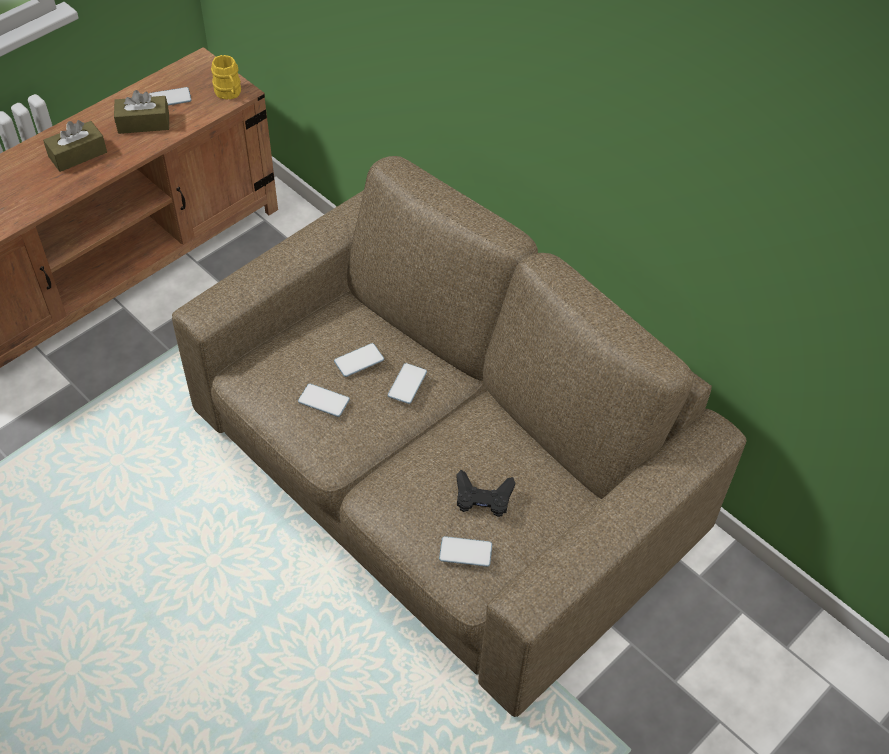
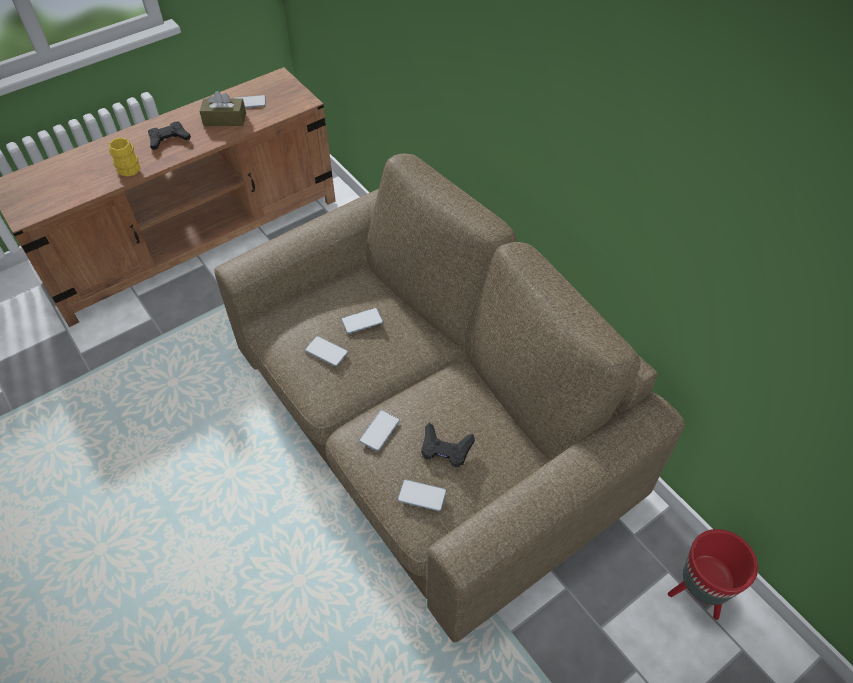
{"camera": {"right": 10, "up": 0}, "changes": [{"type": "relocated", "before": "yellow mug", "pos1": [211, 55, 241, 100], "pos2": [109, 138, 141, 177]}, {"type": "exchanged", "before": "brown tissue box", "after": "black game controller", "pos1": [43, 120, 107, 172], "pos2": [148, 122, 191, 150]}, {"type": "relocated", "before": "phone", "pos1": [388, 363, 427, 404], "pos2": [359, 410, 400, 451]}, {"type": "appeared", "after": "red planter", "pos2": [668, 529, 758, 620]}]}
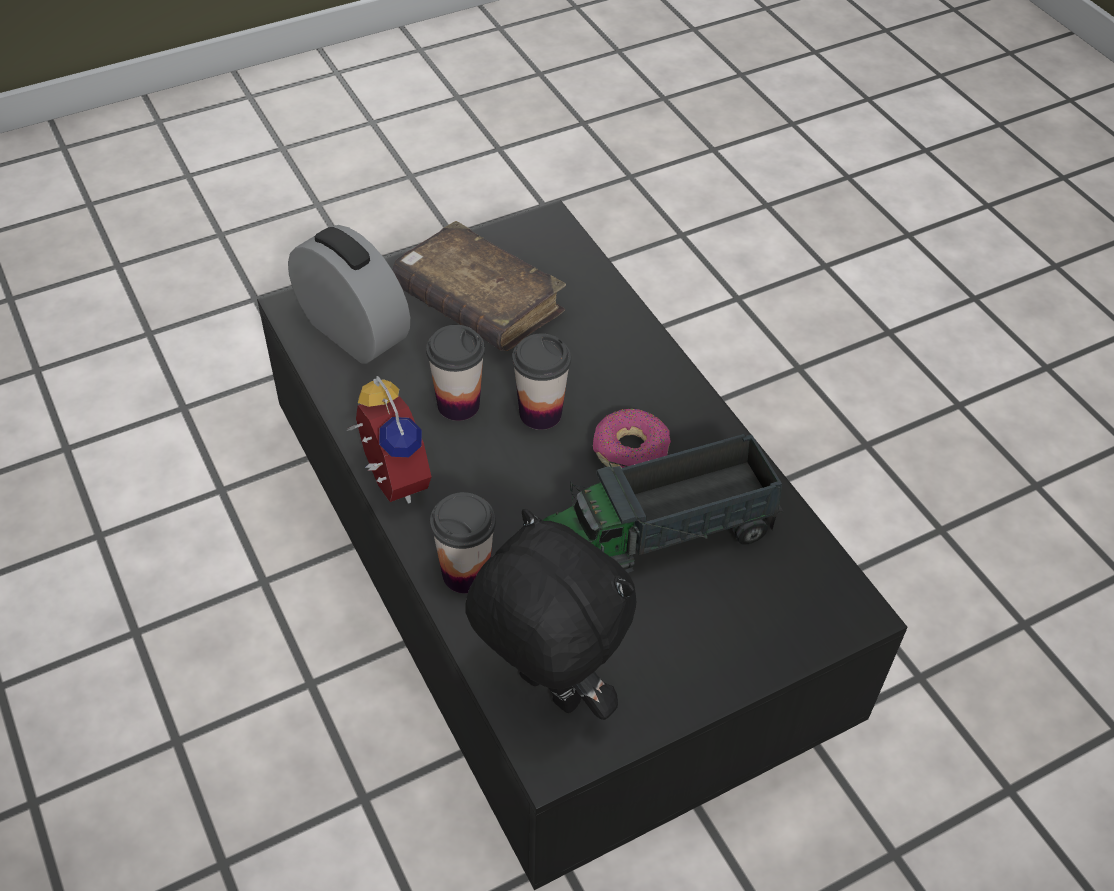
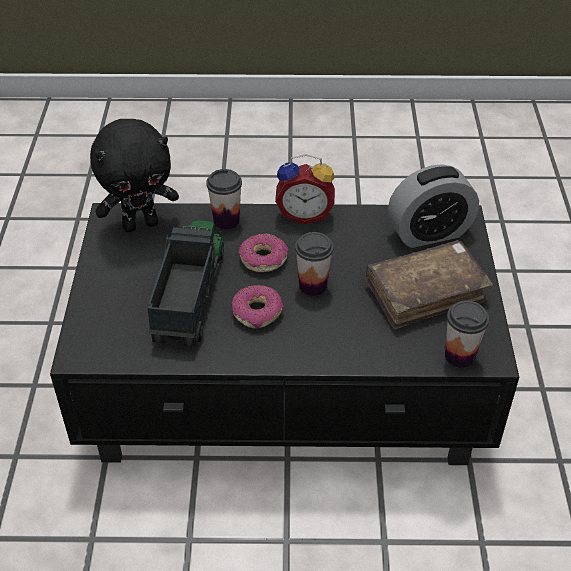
{"camera": {"right": 120, "up": -5}, "changes": [{"type": "appeared", "after": "donut", "pos2": [238, 233, 288, 272]}, {"type": "relocated", "before": "cup", "pos1": [426, 325, 485, 421], "pos2": [445, 301, 489, 368]}]}
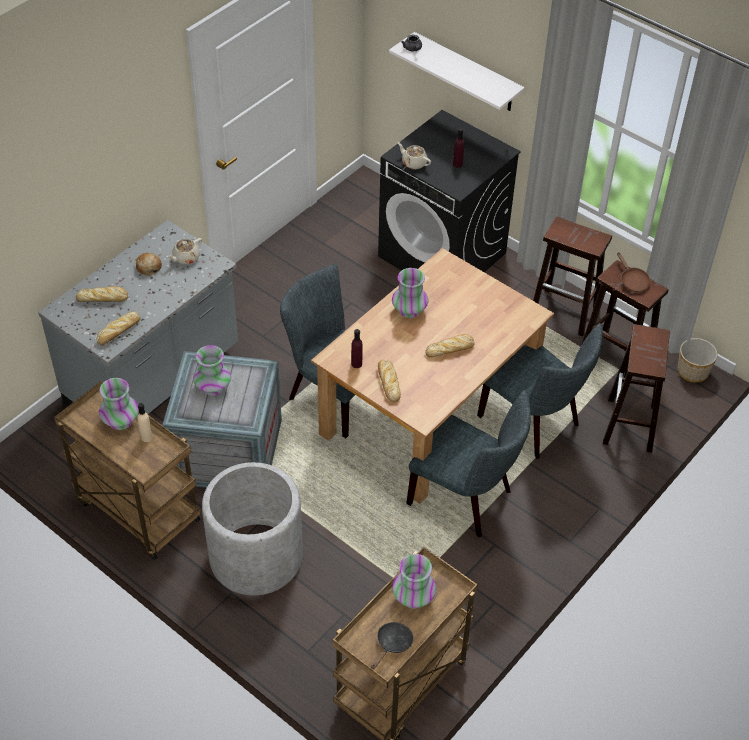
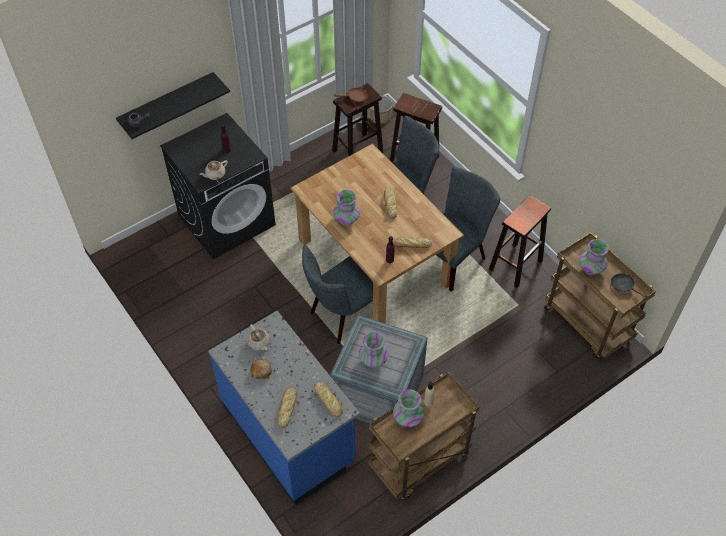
{"camera": {"right": -75, "up": 5}, "changes": [{"type": "colour", "before": "white shelf", "after": "black shelf", "pos1": [389, 32, 525, 111], "pos2": [116, 72, 230, 139]}, {"type": "colour", "before": "grey counter", "after": "blue counter", "pos1": [38, 220, 238, 414], "pos2": [208, 311, 360, 505]}, {"type": "relocated", "before": "brown stool", "pos1": [533, 217, 612, 337], "pos2": [489, 195, 551, 288]}, {"type": "missing", "before": "grey planter", "pos1": [202, 462, 303, 596]}]}
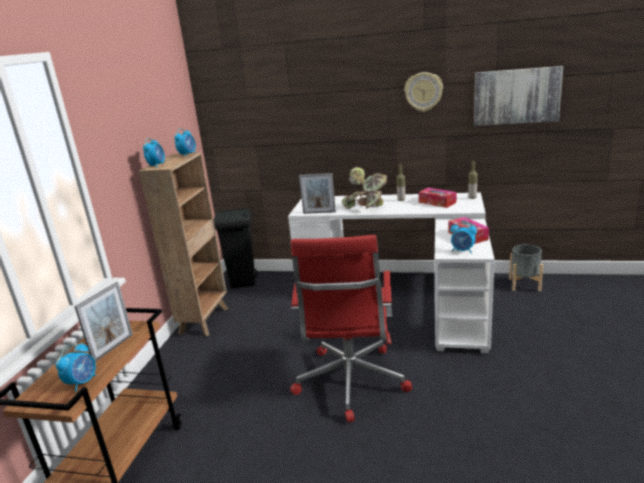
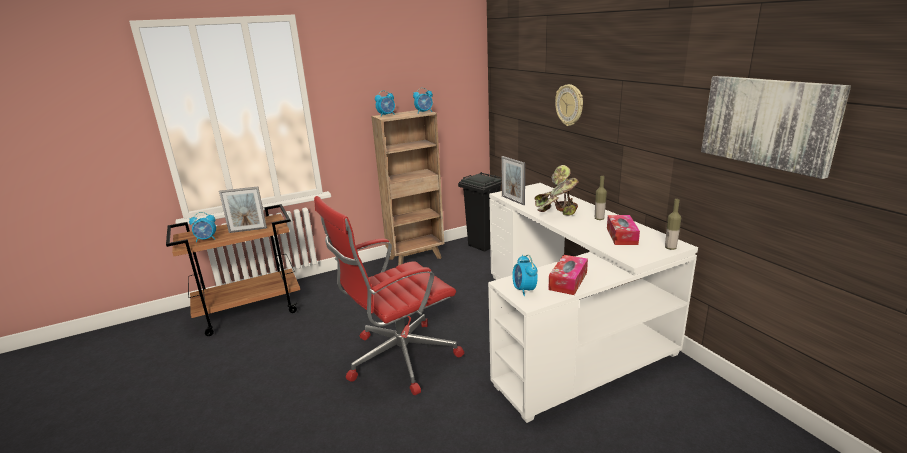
{"camera": {"right": 50, "up": 0}, "changes": [{"type": "relocated", "before": "wall clock", "pos1": [404, 72, 443, 112], "pos2": [555, 84, 583, 126]}, {"type": "missing", "before": "grey planter", "pos1": [509, 244, 543, 291]}]}
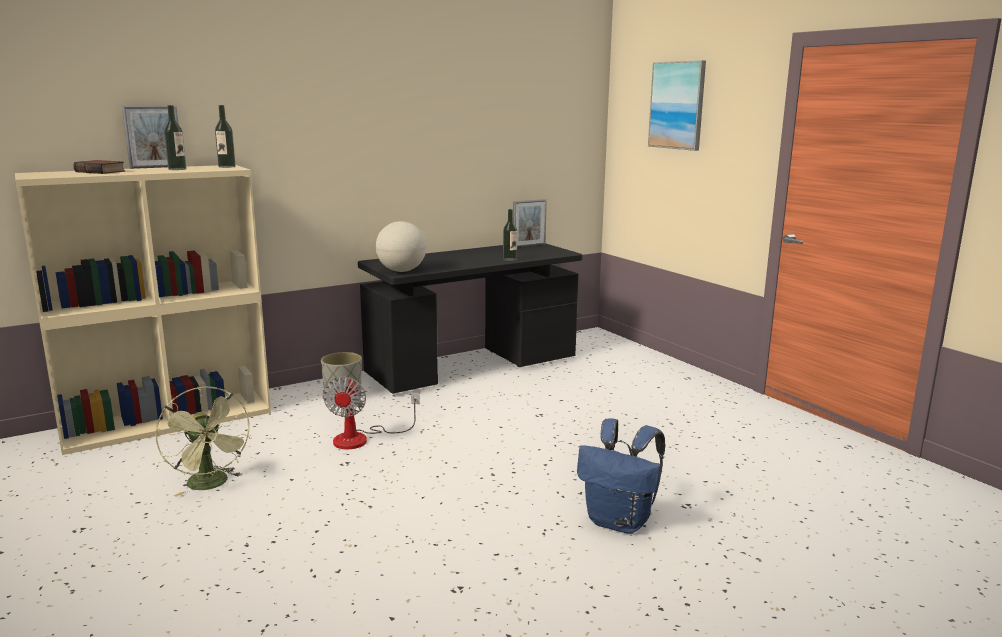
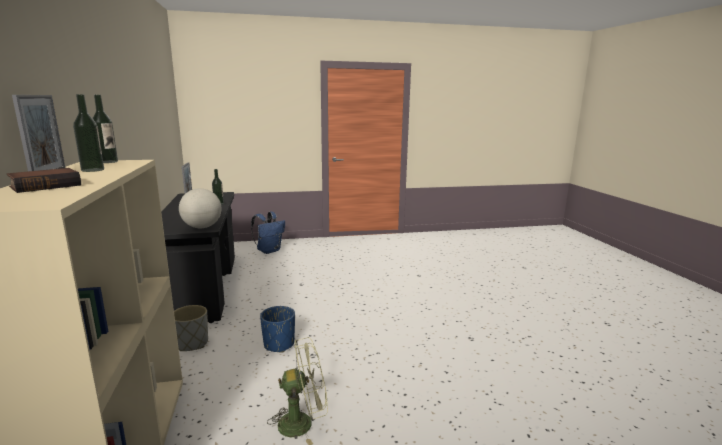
{"camera": {"right": -70, "up": 0}, "changes": [{"type": "relocated", "before": "blue backpack", "pos1": [577, 418, 665, 534], "pos2": [251, 211, 285, 254]}, {"type": "exchanged", "before": "fan", "after": "blue planter", "pos1": [323, 376, 420, 450], "pos2": [260, 306, 295, 353]}, {"type": "missing", "before": "picture", "pos1": [648, 60, 706, 151]}]}
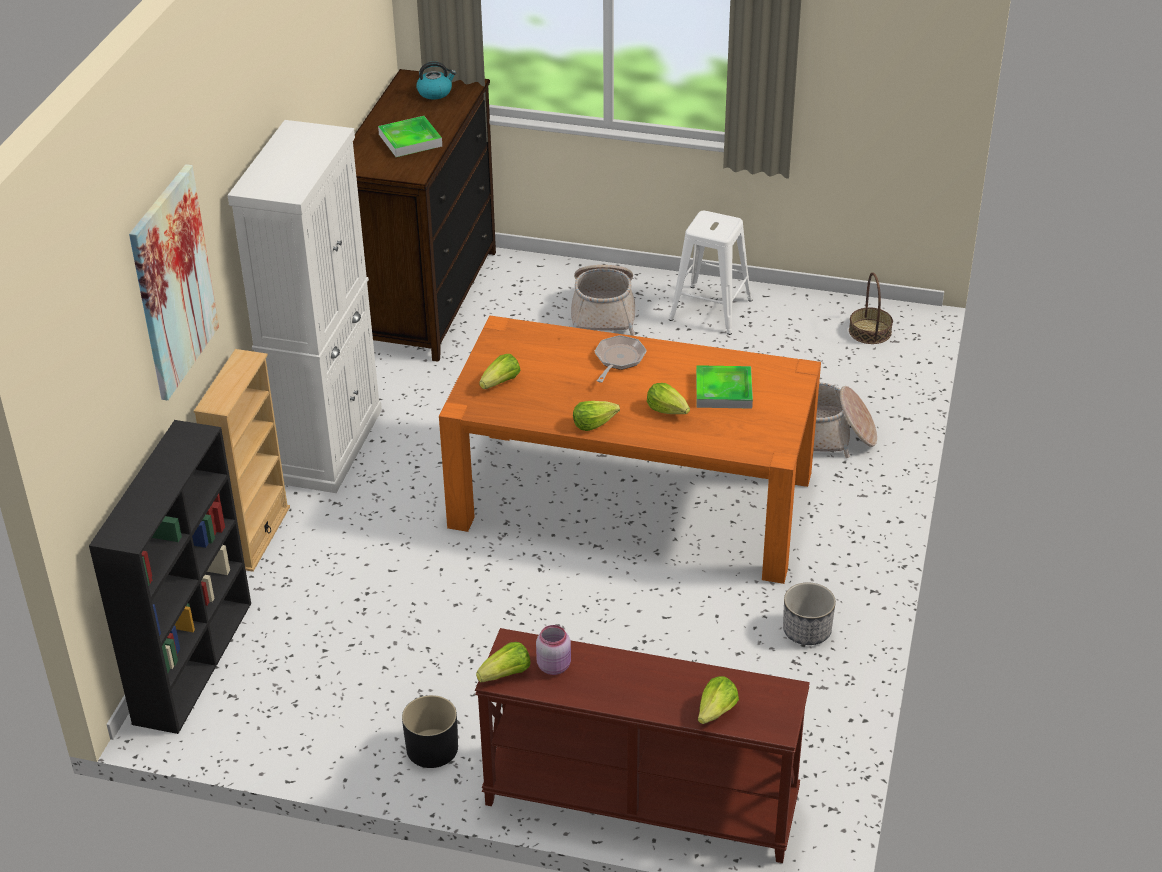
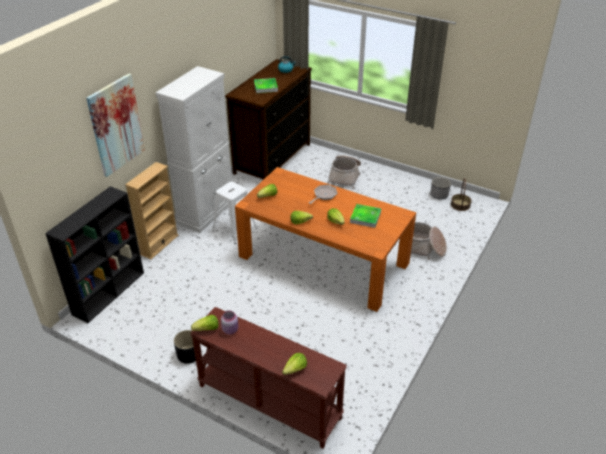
{"camera": {"right": 15, "up": 0}, "changes": [{"type": "relocated", "before": "white stool", "pos1": [669, 211, 753, 335], "pos2": [212, 182, 257, 244]}, {"type": "relocated", "before": "planter", "pos1": [783, 583, 836, 645], "pos2": [431, 177, 451, 199]}]}
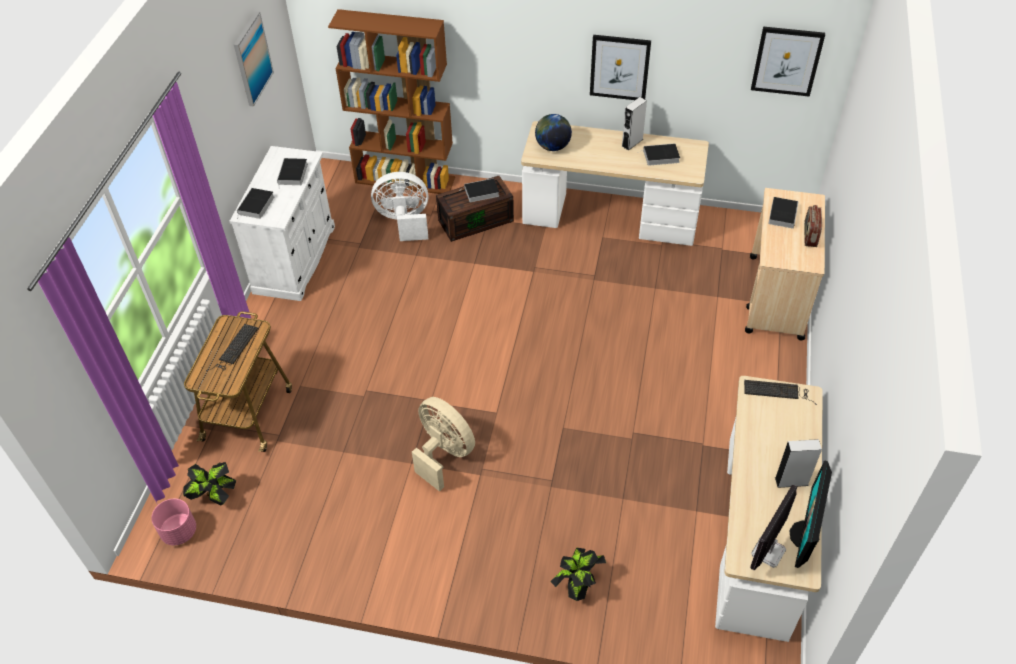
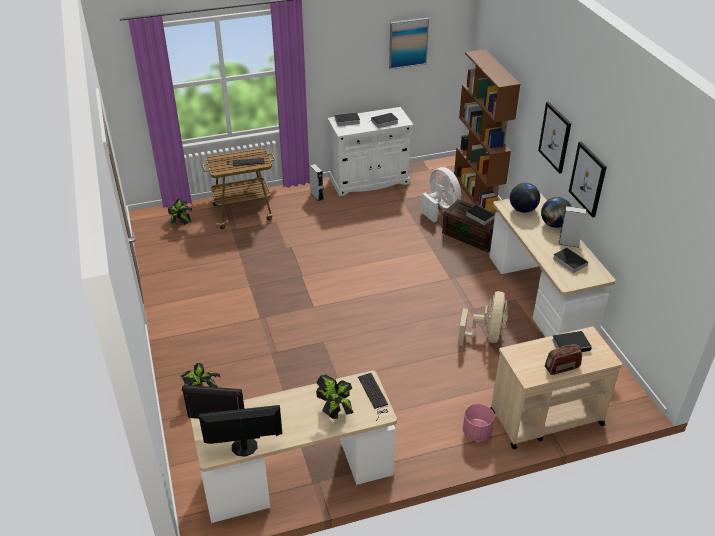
{"camera": {"right": 60, "up": -10}, "changes": [{"type": "relocated", "before": "grey speaker", "pos1": [775, 439, 822, 488], "pos2": [309, 164, 324, 201]}, {"type": "appeared", "after": "potted plant", "pos2": [316, 375, 354, 419]}, {"type": "relocated", "before": "beige fan", "pos1": [412, 397, 475, 492], "pos2": [458, 291, 508, 346]}, {"type": "relocated", "before": "pink planter", "pos1": [151, 499, 196, 545], "pos2": [463, 404, 494, 442]}, {"type": "relocated", "before": "picture", "pos1": [751, 27, 825, 97], "pos2": [538, 102, 571, 174]}, {"type": "appeared", "after": "globe", "pos2": [541, 197, 572, 228]}]}
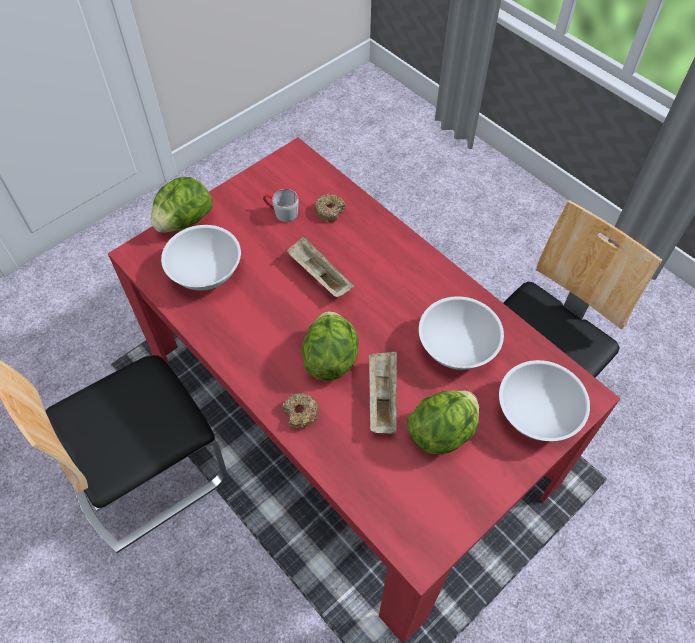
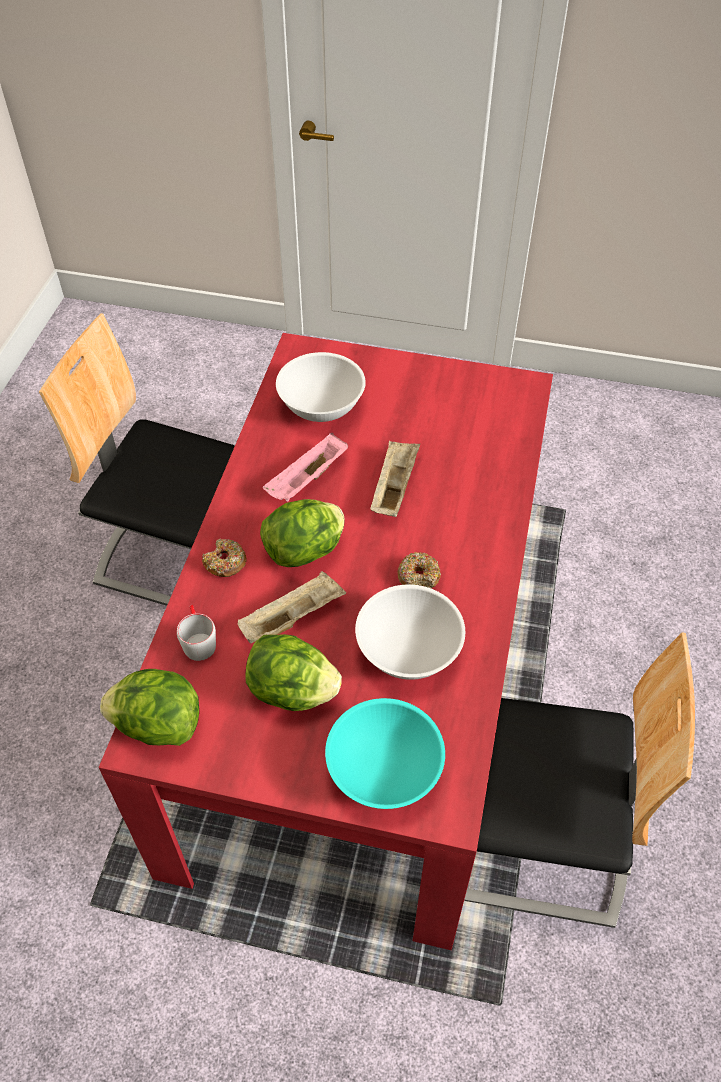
{"camera": {"right": 55, "up": -5}, "changes": [{"type": "relocated", "before": "lettuce", "pos1": [151, 177, 213, 233], "pos2": [100, 669, 199, 746]}, {"type": "relocated", "before": "grey mug", "pos1": [263, 189, 299, 222], "pos2": [177, 605, 216, 661]}, {"type": "appeared", "after": "pink tray", "pos2": [263, 433, 348, 502]}, {"type": "colour", "before": "white bowl", "after": "turquoise bowl", "pos1": [499, 360, 590, 441], "pos2": [325, 698, 445, 809]}, {"type": "relocated", "before": "donut", "pos1": [314, 194, 346, 223], "pos2": [398, 552, 441, 588]}]}
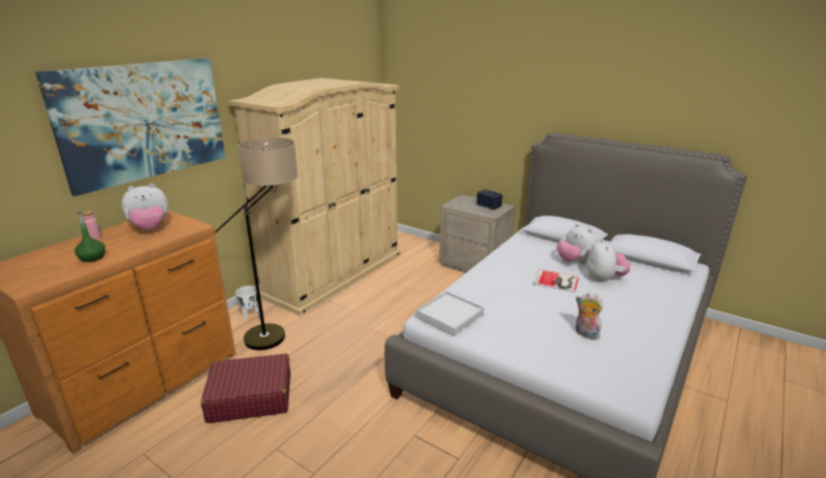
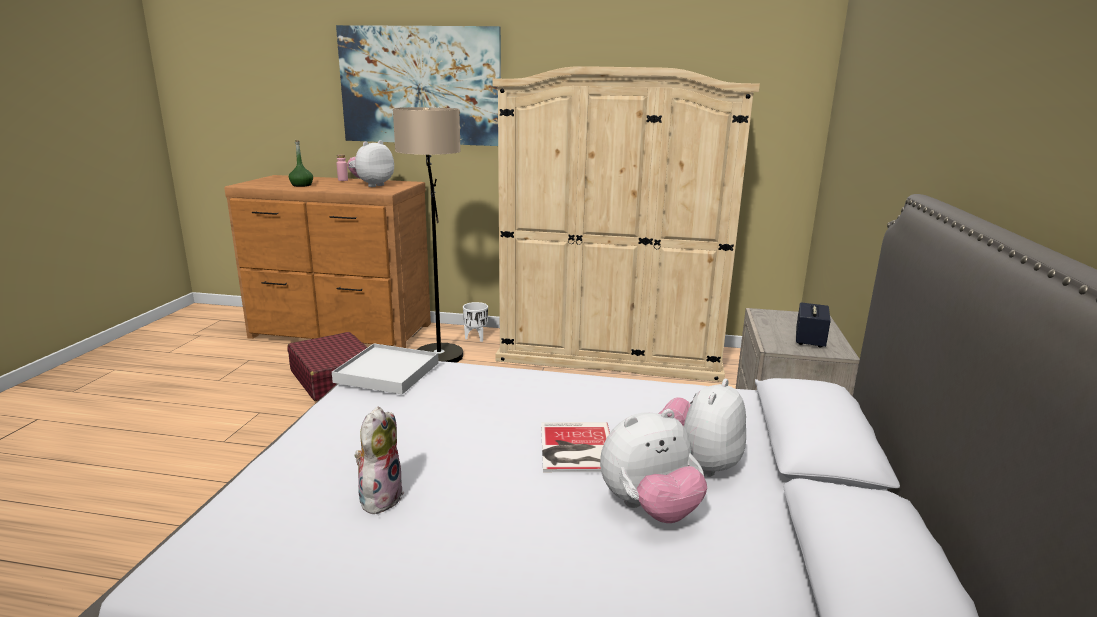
{"camera": {"right": 65, "up": -5}, "changes": [{"type": "spun", "before": "plush toy", "pos1": [121, 183, 169, 230], "pos2": [347, 140, 394, 187], "turn": 90}]}
